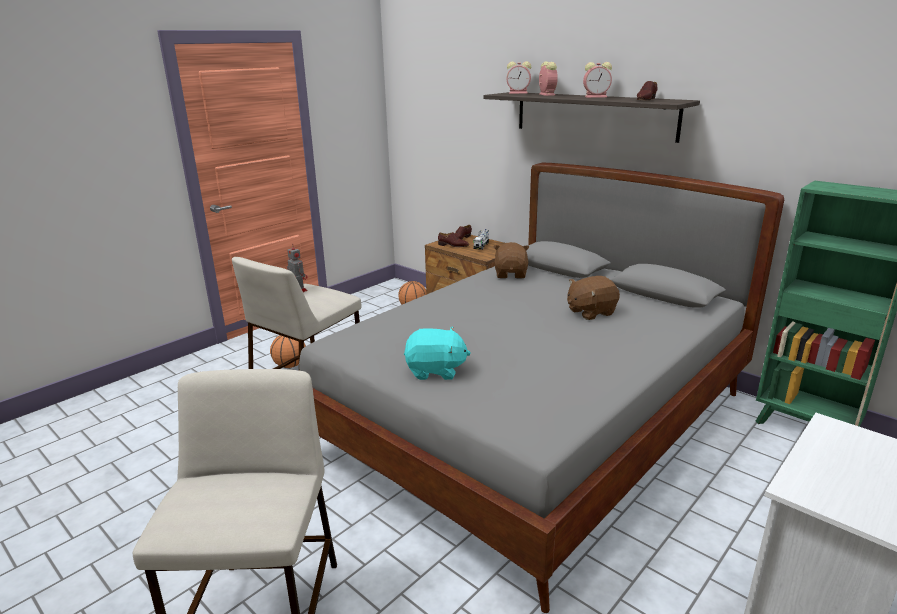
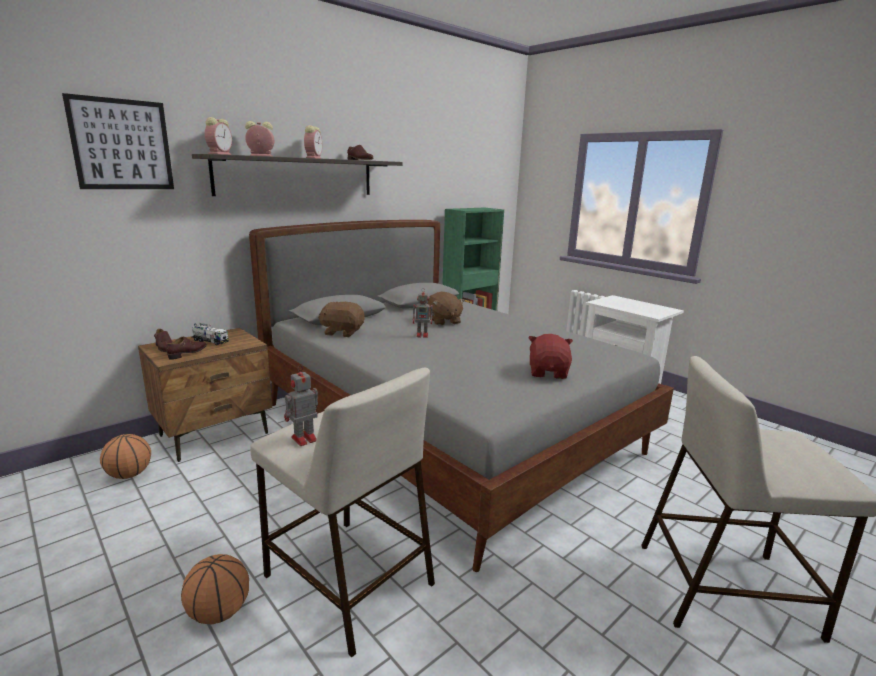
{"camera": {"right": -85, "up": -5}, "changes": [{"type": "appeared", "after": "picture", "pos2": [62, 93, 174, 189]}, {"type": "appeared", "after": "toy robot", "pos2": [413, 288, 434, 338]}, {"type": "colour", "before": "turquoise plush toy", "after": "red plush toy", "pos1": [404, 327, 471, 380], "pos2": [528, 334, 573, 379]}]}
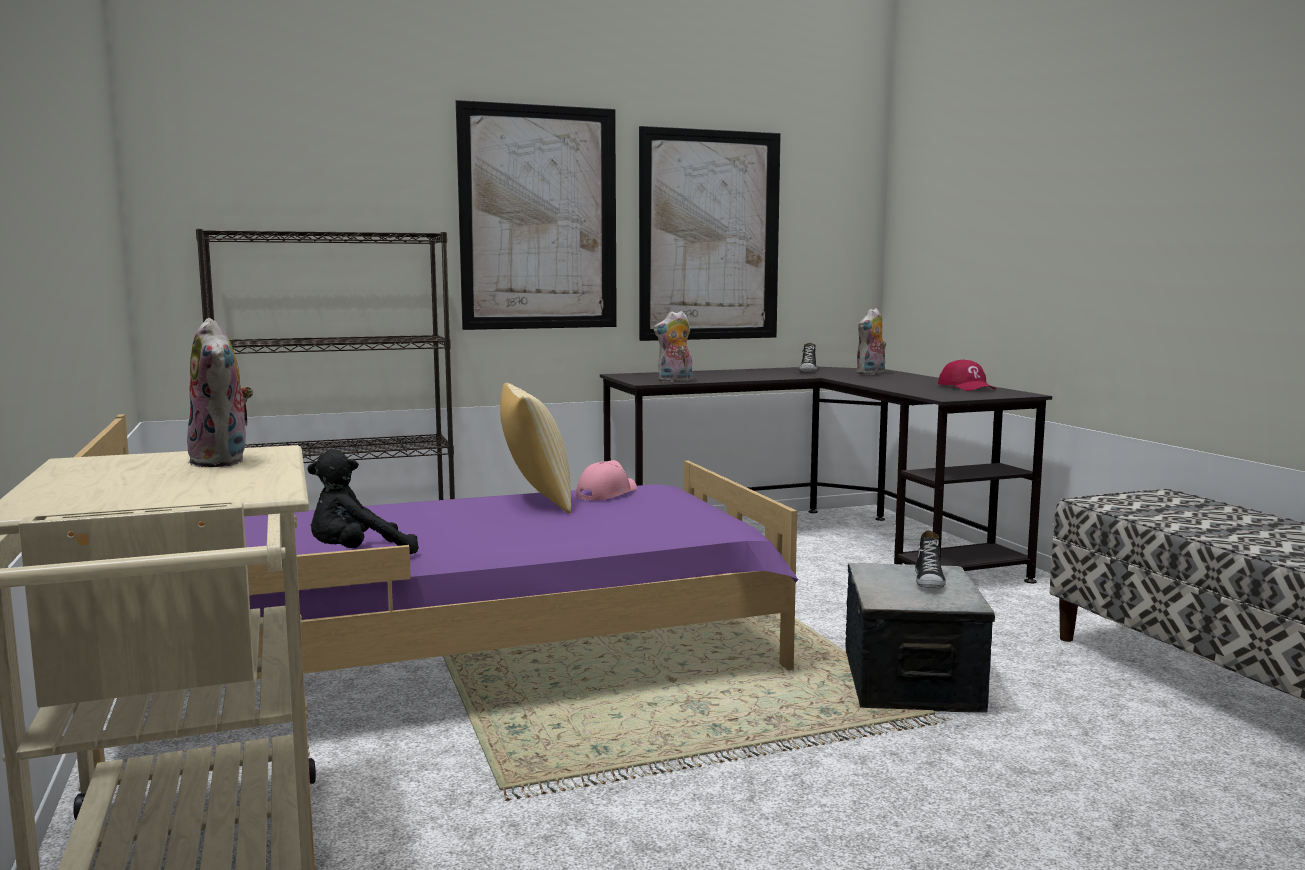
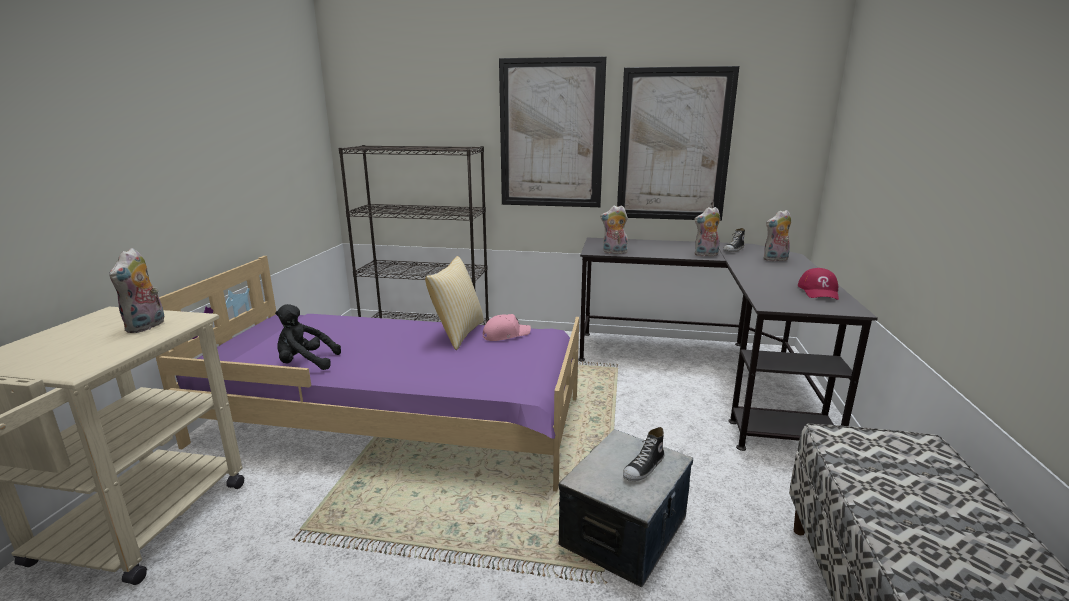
{"camera": {"right": 30, "up": 10}, "changes": [{"type": "appeared", "after": "plush toy", "pos2": [695, 207, 720, 257]}]}
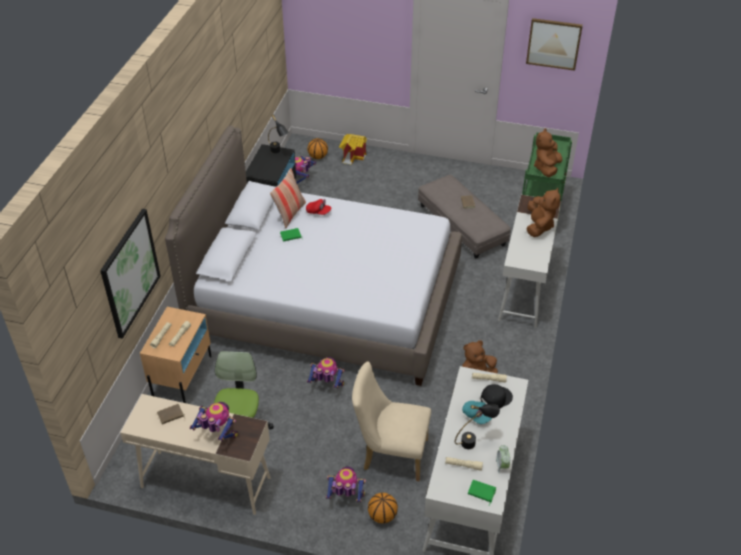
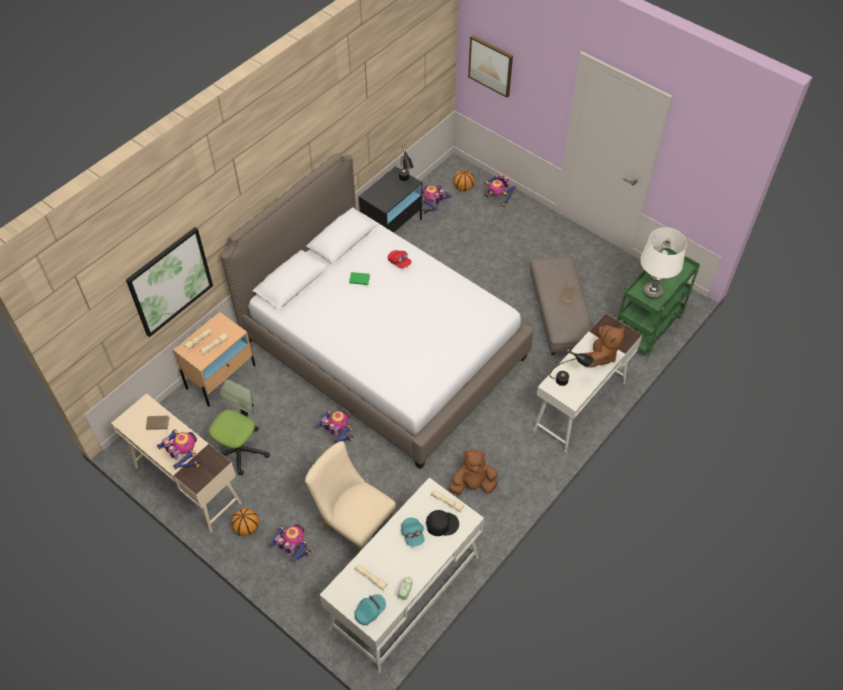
{"camera": {"right": 25, "up": 10}, "changes": [{"type": "relocated", "before": "basketball", "pos1": [368, 493, 398, 524], "pos2": [231, 508, 259, 536]}, {"type": "exchanged", "before": "green book", "after": "turquoise cap", "pos1": [468, 480, 496, 505], "pos2": [354, 594, 386, 625]}, {"type": "relocated", "before": "picture", "pos1": [526, 18, 583, 71], "pos2": [468, 35, 513, 98]}, {"type": "exchanged", "before": "toy house", "after": "toy robot", "pos1": [339, 134, 367, 165], "pos2": [484, 173, 516, 208]}, {"type": "relocated", "before": "black table lamp", "pos1": [455, 404, 500, 449], "pos2": [549, 349, 594, 386]}, {"type": "exchanged", "before": "brown plush toy", "after": "white table lamp", "pos1": [534, 128, 562, 177], "pos2": [640, 227, 687, 299]}, {"type": "missing", "before": "pillow", "pos1": [270, 168, 306, 228]}]}
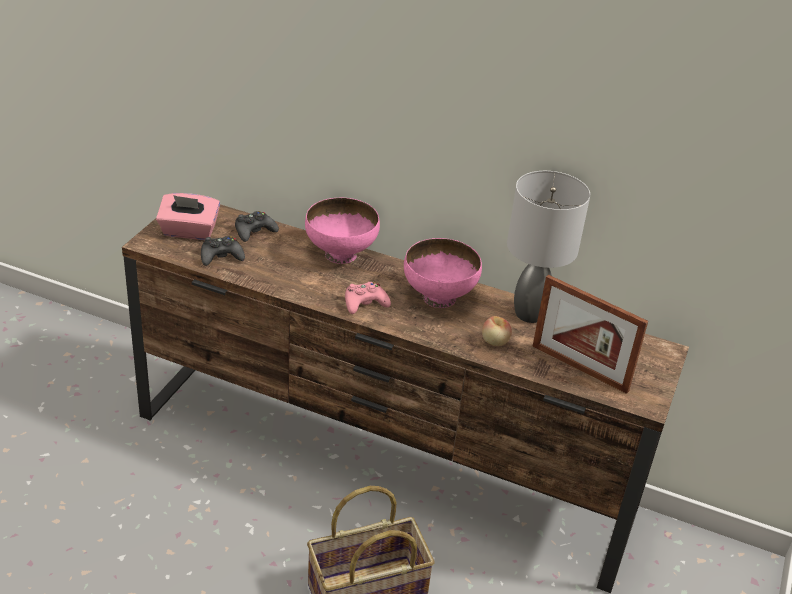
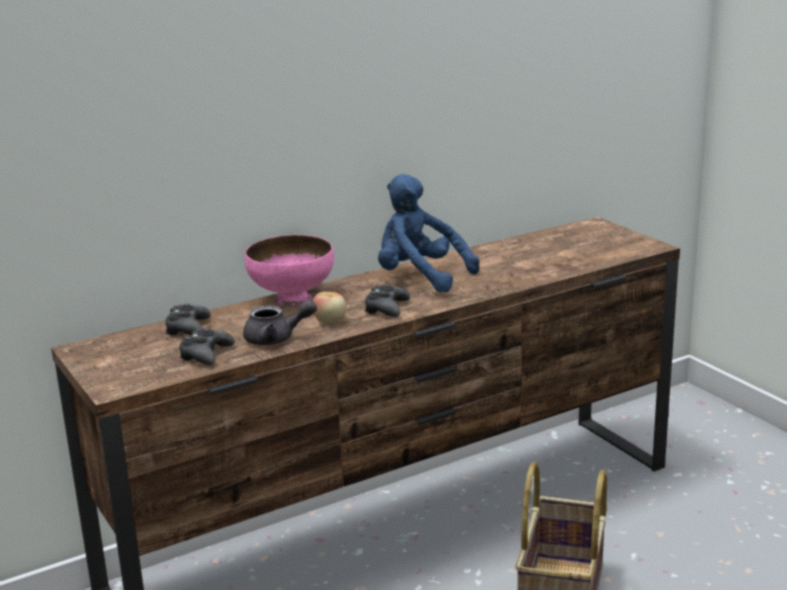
{"camera": {"right": -50, "up": -15}, "changes": [{"type": "appeared", "after": "grey teapot", "pos2": [243, 300, 317, 345]}, {"type": "relocated", "before": "apple", "pos1": [482, 316, 512, 346], "pos2": [313, 292, 346, 323]}, {"type": "colour", "before": "pink game controller", "after": "black game controller", "pos1": [345, 282, 391, 314], "pos2": [364, 284, 410, 317]}, {"type": "exchanged", "before": "pink bowl", "after": "blue plush toy", "pos1": [404, 238, 482, 308], "pos2": [378, 174, 480, 292]}, {"type": "missing", "before": "pink tissue box", "pos1": [156, 193, 220, 240]}, {"type": "missing", "before": "grey table lamp", "pos1": [507, 171, 590, 323]}, {"type": "missing", "before": "picture frame", "pos1": [533, 275, 648, 394]}]}
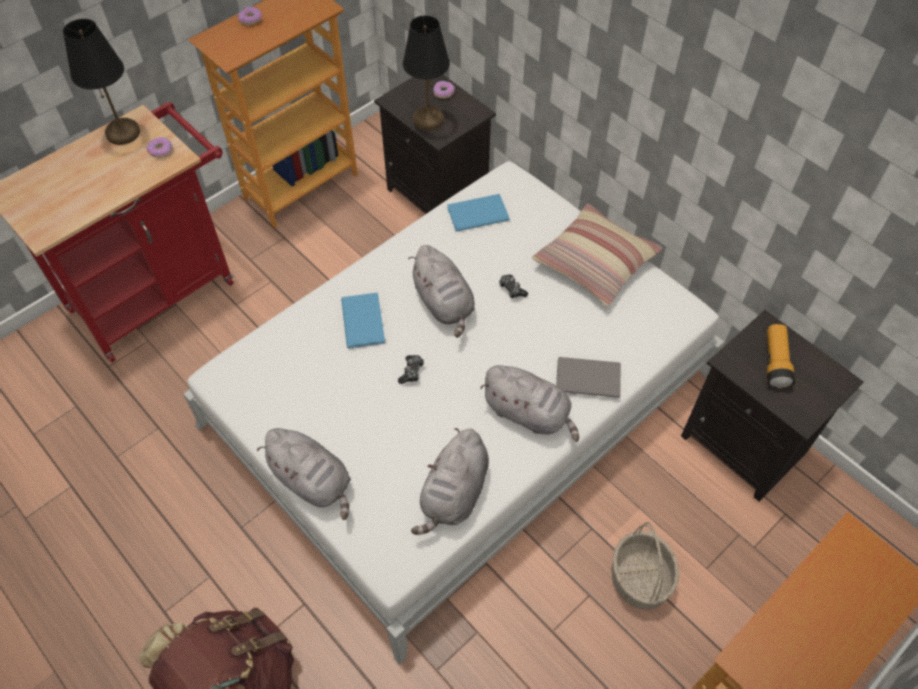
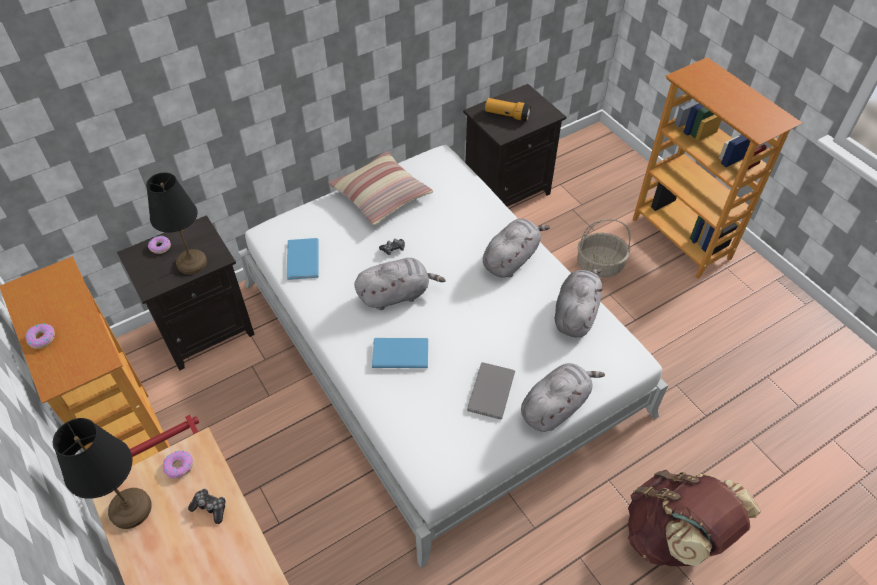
{"camera": {"right": -80, "up": -5}, "changes": [{"type": "relocated", "before": "game controller", "pos1": [398, 355, 424, 384], "pos2": [188, 489, 226, 524]}, {"type": "relocated", "before": "grey book", "pos1": [556, 357, 621, 398], "pos2": [467, 362, 515, 420]}, {"type": "spun", "before": "grey plush toy", "pos1": [411, 428, 489, 535], "pos2": [555, 269, 603, 337], "turn": -105}]}
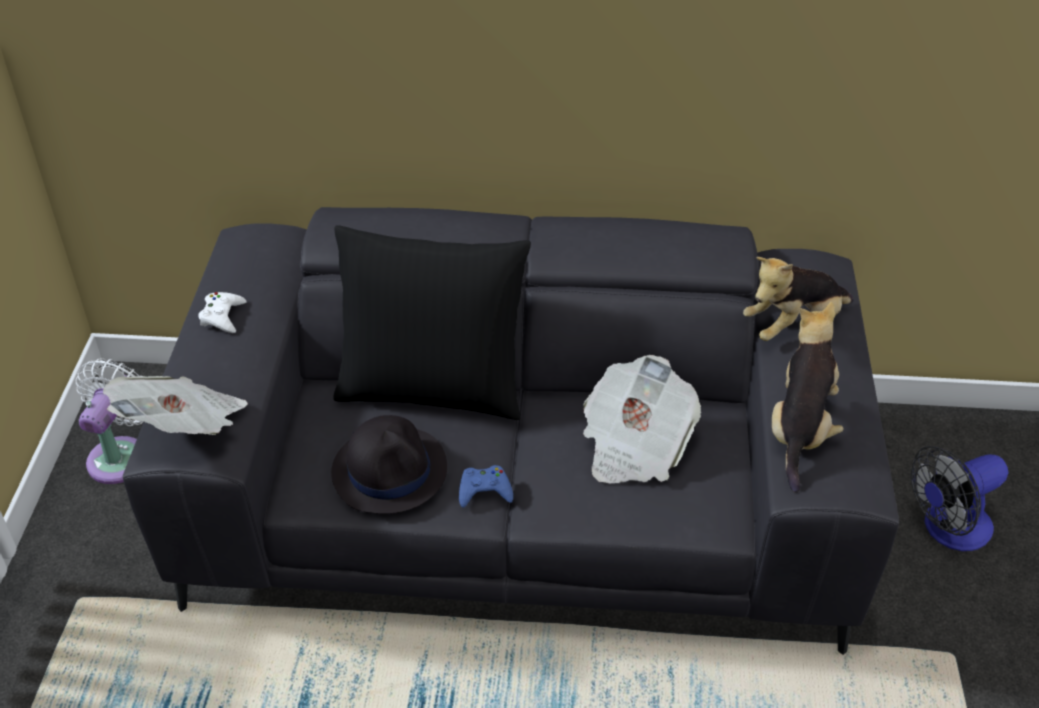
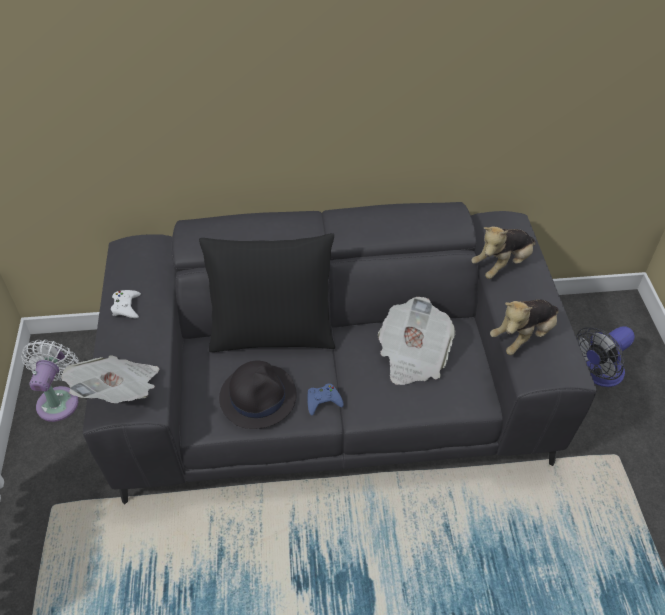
{"camera": {"right": -10, "up": 5}, "changes": [{"type": "spun", "before": "plush toy", "pos1": [772, 302, 844, 493], "pos2": [490, 299, 559, 355], "turn": -135}]}
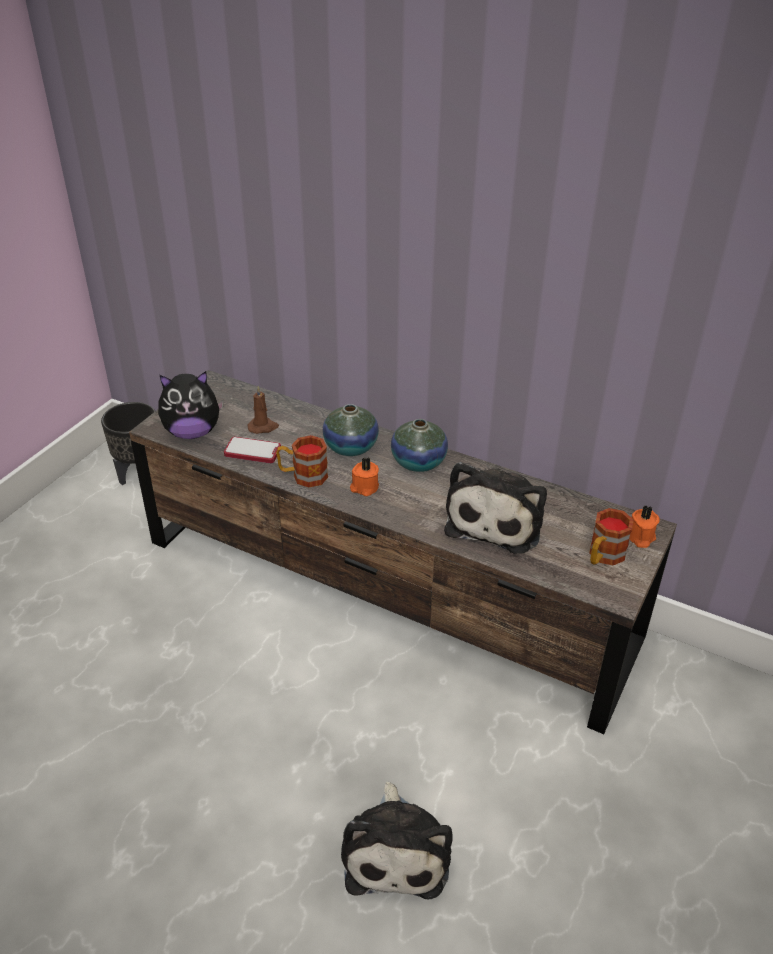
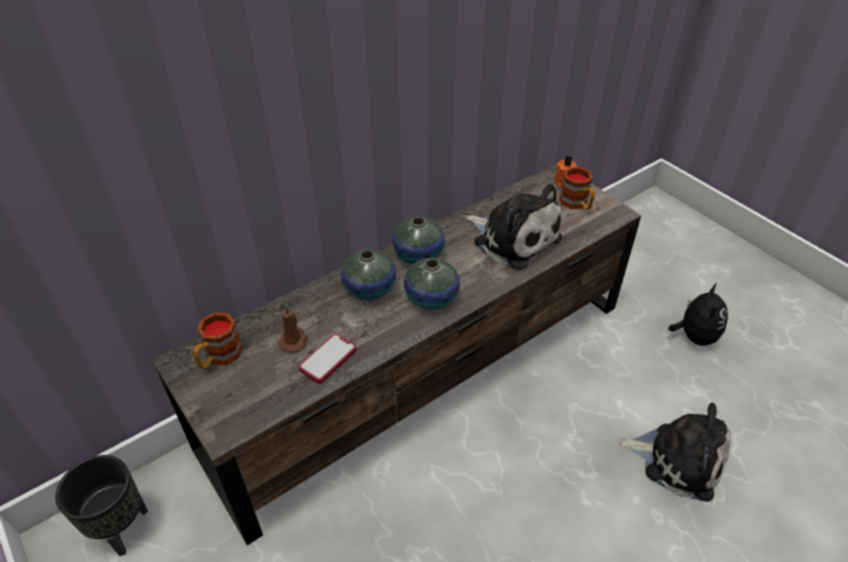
{"camera": {"right": -65, "up": 5}, "changes": [{"type": "relocated", "before": "mug", "pos1": [276, 435, 328, 487], "pos2": [193, 312, 243, 369]}, {"type": "exchanged", "before": "orange candle", "after": "vase", "pos1": [350, 457, 379, 496], "pos2": [404, 258, 460, 310]}, {"type": "relocated", "before": "plush toy", "pos1": [158, 371, 224, 439], "pos2": [668, 283, 728, 346]}]}
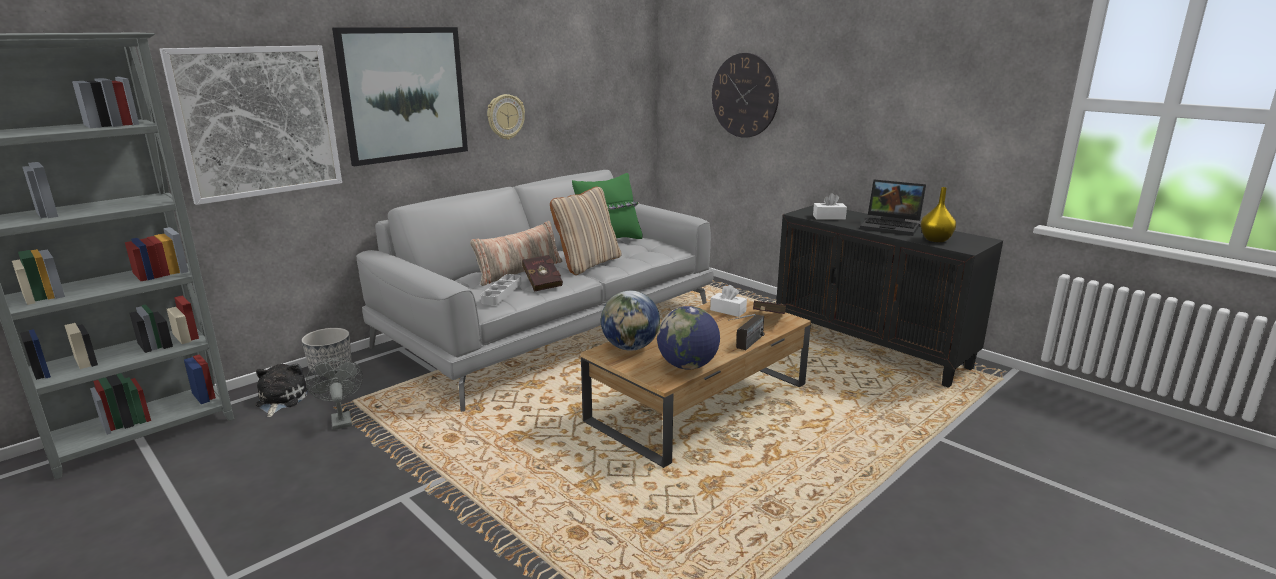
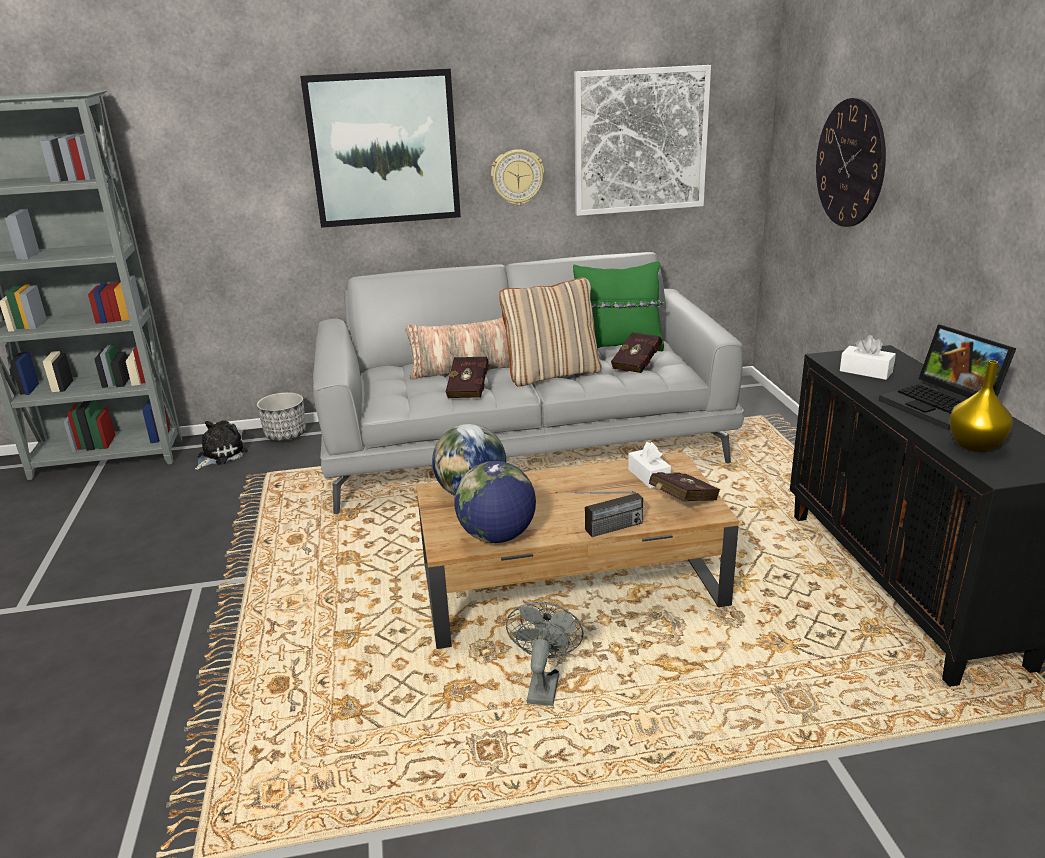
{"camera": {"right": 35, "up": 5}, "changes": [{"type": "relocated", "before": "grey fan", "pos1": [306, 358, 363, 430], "pos2": [506, 602, 583, 706]}, {"type": "relocated", "before": "picture", "pos1": [159, 45, 342, 205], "pos2": [574, 65, 711, 216]}, {"type": "appeared", "after": "red book", "pos2": [611, 332, 662, 373]}, {"type": "missing", "before": "grey tray", "pos1": [481, 274, 521, 305]}]}
